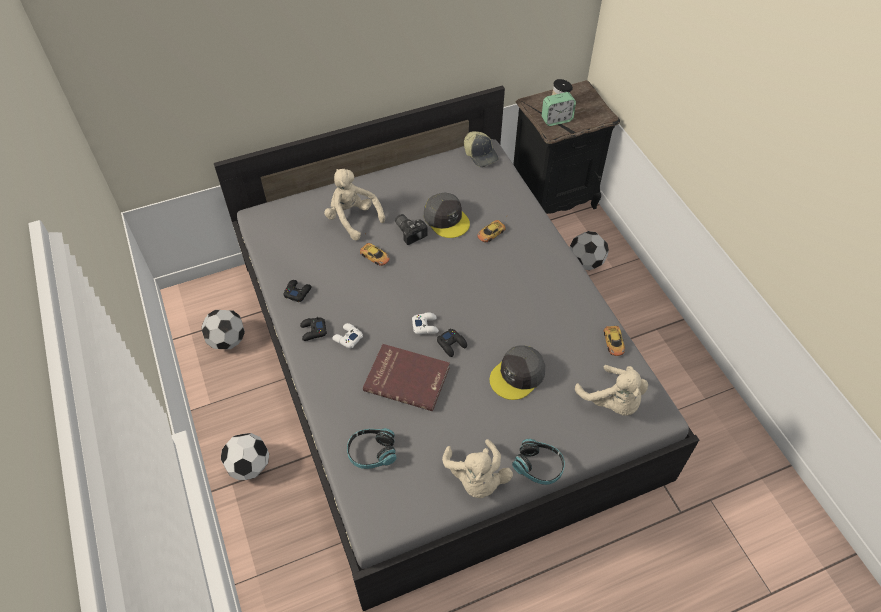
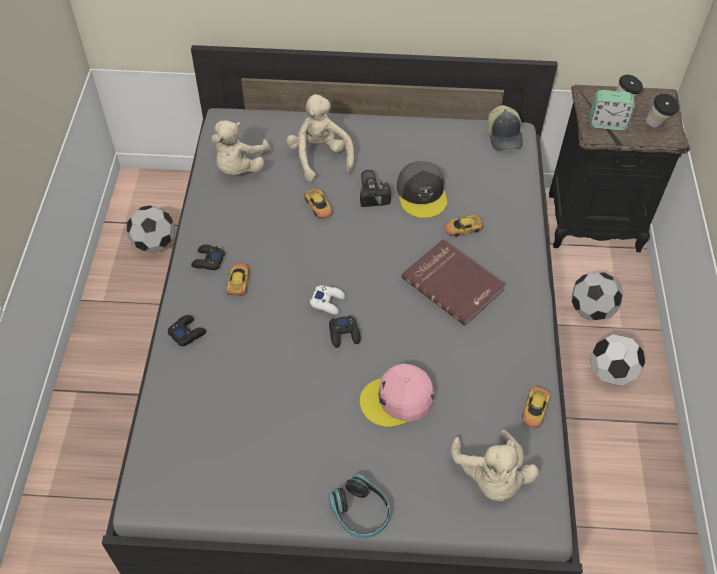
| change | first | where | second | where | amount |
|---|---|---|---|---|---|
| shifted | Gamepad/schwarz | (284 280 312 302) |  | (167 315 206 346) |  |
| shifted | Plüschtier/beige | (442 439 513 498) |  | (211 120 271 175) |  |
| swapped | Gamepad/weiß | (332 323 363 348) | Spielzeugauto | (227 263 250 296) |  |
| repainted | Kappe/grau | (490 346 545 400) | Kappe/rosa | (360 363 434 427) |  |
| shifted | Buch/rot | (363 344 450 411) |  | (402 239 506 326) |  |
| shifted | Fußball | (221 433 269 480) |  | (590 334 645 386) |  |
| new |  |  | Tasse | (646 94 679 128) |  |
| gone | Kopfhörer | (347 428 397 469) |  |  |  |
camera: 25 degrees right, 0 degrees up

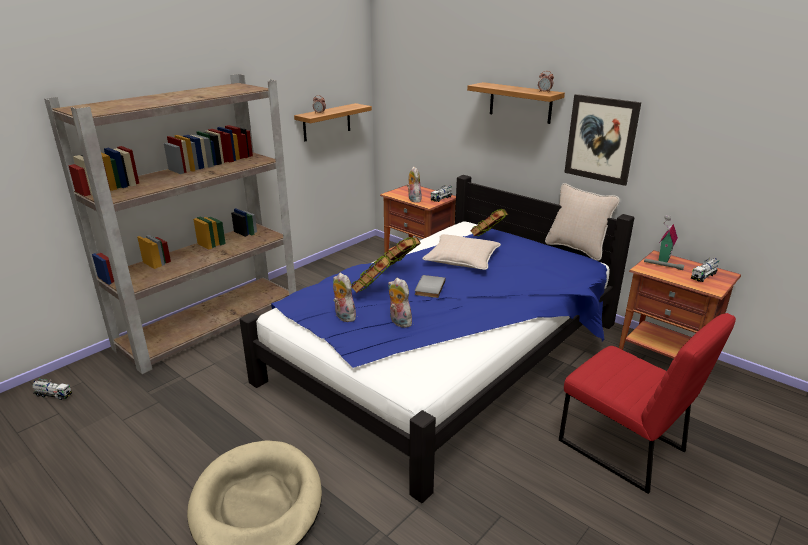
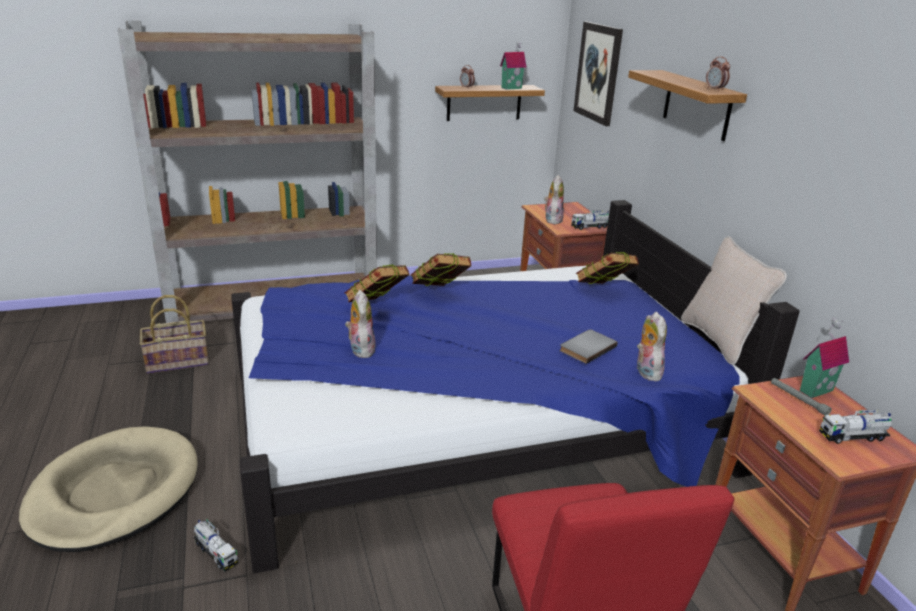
| change | first | where | second | where | amount |
|---|---|---|---|---|---|
| new |  |  | Korb | (140 295 209 374) |  |
| shifted | Spielzeuglaster | (33 378 72 400) |  | (194 519 238 571) |  |
| new |  |  | Spielzeughaus | (500 41 527 90) |  |
| shifted | Buch/grau | (415 275 446 298) |  | (560 330 617 364) |  |
| shifted | Bild | (564 94 641 186) |  | (573 22 623 126) |  |
| shifted | Plüschtier | (333 273 356 322) |  | (637 312 667 381) |  |
| gone | Kissen/beige | (422 234 501 270) |  |  |  |
camera: 30 degrees right, 0 degrees up

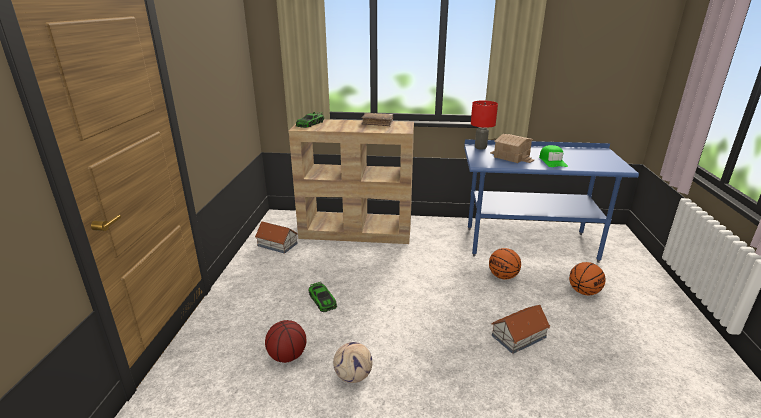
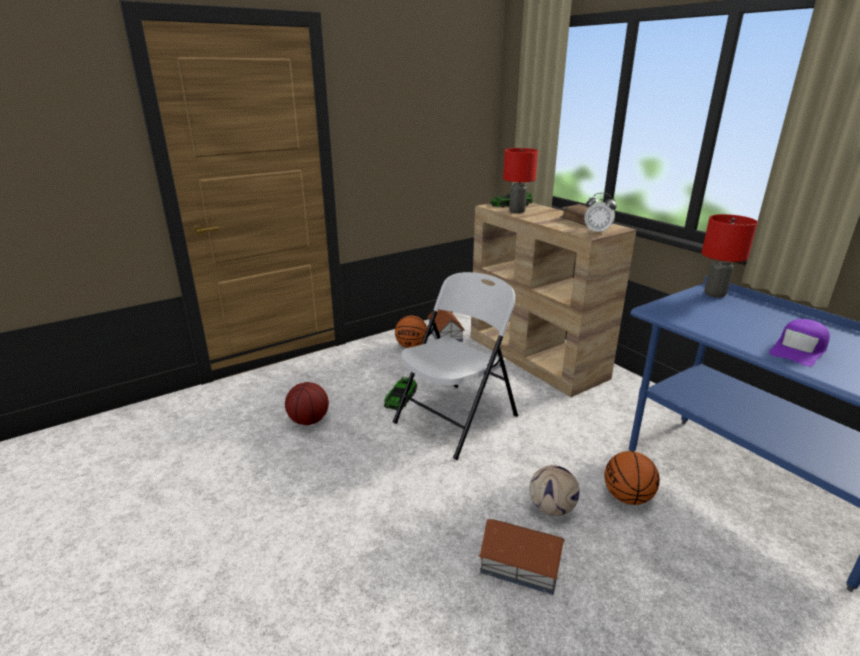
| change | first | where | second | where | amount |
|---|---|---|---|---|---|
| new |  |  | Stuhl/weiß | (393 272 518 460) |  |
| shifted | Basketball | (569 262 606 295) |  | (395 316 427 348) |  |
| new |  |  | Tischlampe/rot | (503 148 538 213) |  |
| shifted | Fußball | (333 342 372 383) |  | (529 465 580 516) |  |
| new |  |  | Wecker | (585 193 617 234) |  |
| repainted | Kappe/grün | (539 145 568 167) | Kappe/lila | (769 319 830 366) |  |
| gone | Spielzeughaus | (490 134 534 163) |  |  |  |
camera: 50 degrees right, 0 degrees up

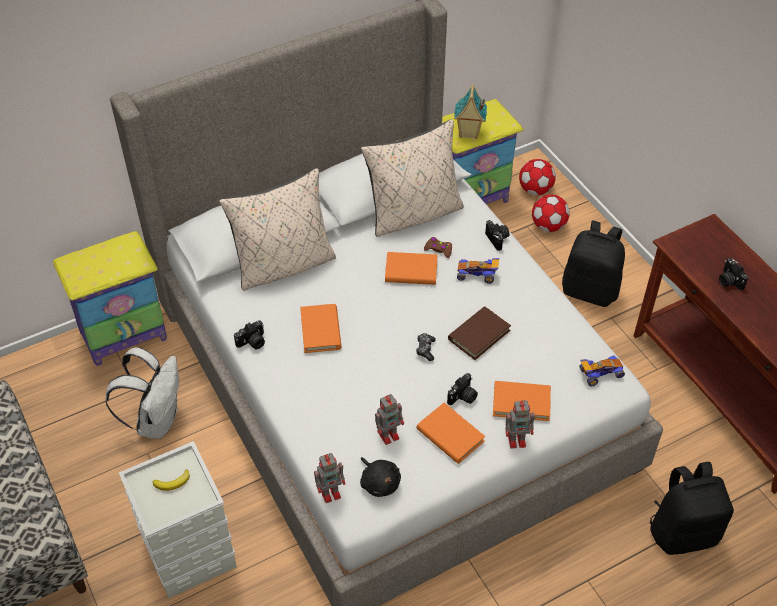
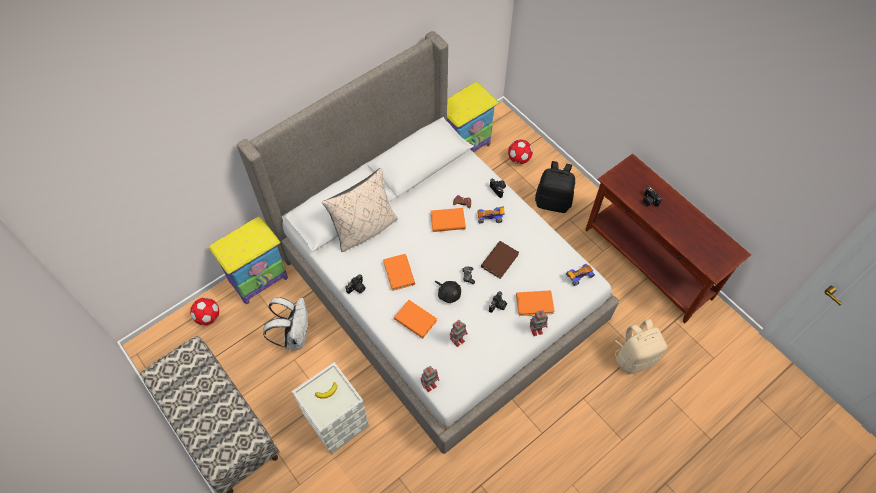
| change | first | where | second | where | amount |
|---|---|---|---|---|---|
| shifted | Fußball | (519 159 556 195) |  | (190 298 219 325) |  |
| shifted | Buch/orange | (417 403 485 464) |  | (394 300 437 338) |  |
| shifted | Plüschtier/schwarz | (360 457 401 497) |  | (435 281 461 303) |  |
| repainted | Rucksack/schwarz | (650 462 734 555) | Rucksack/beige | (615 319 667 374) |  |
| gone | Kissen/beige | (361 119 464 237) |  |  |  |
| gone | Spielzeughaus | (454 84 487 139) |  |  |  |
camera: 10 degrees left, 10 degrees up

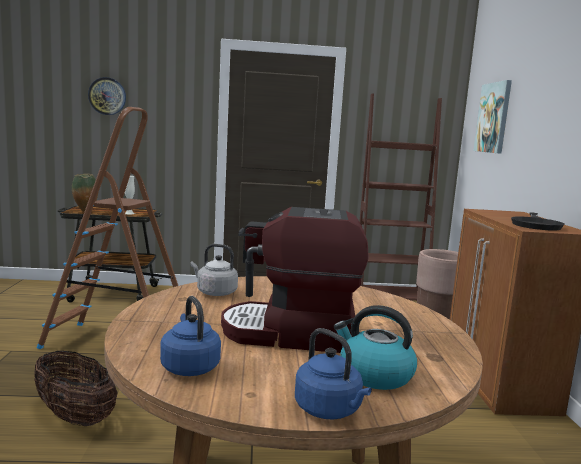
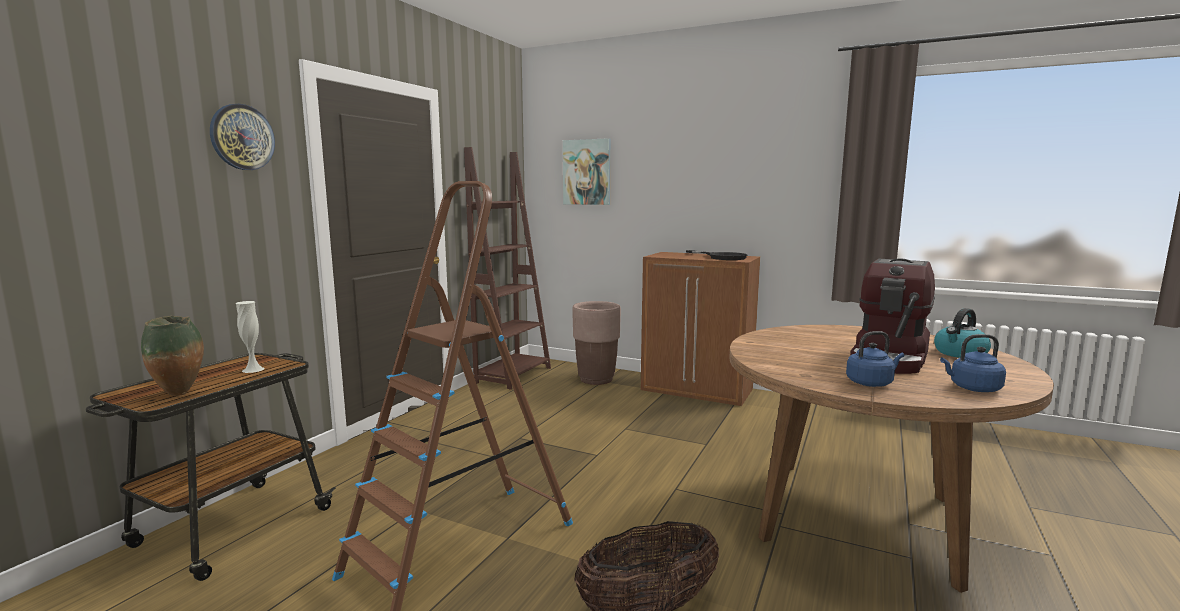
| change | first | where | second | where | amount |
|---|---|---|---|---|---|
| shifted | Wanduhr | (88 77 126 115) |  | (210 104 275 170) |  |
| shifted | Wasserkessel/blau | (295 328 372 420) |  | (846 331 904 387) |  |
| gone | Wasserkessel/grau | (190 244 238 296) |  |  |  |
camera: 60 degrees left, 0 degrees up

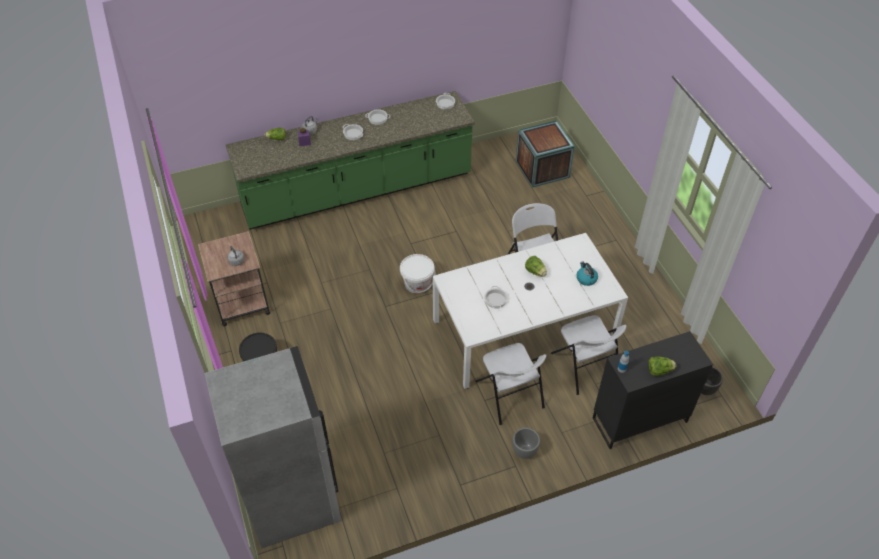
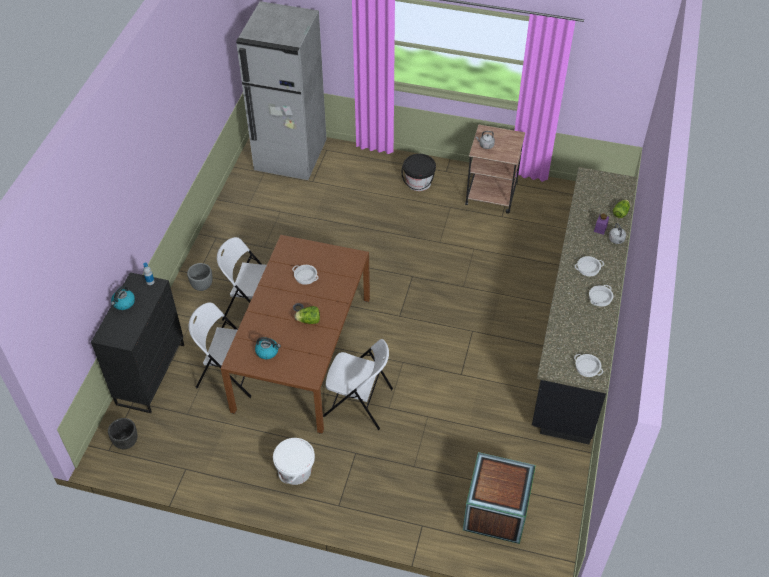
| change | first | where | second | where | amount |
|---|---|---|---|---|---|
| swapped | Salatkopf | (648 357 676 376) | Wasserkessel | (111 285 135 310) |  |
| repainted | Esstisch/weiß | (433 233 628 389) | Esstisch/braun | (221 235 370 434) |  |
| shifted | Eimer/weiß | (400 254 435 294) |  | (273 438 315 485) |  |
| repainted | Küchenzeile/grün | (226 91 474 230) | Küchenzeile/schwarz | (532 167 637 444) |  |
camera: 125 degrees right, 0 degrees up

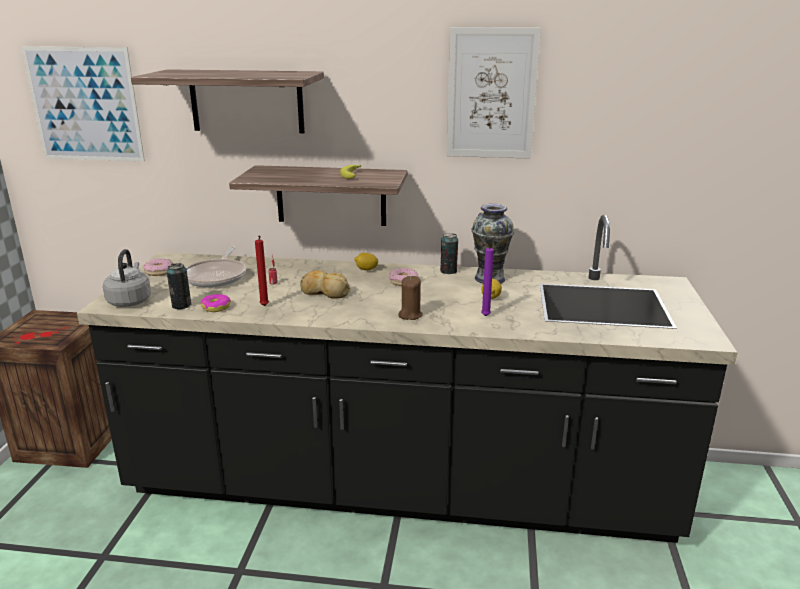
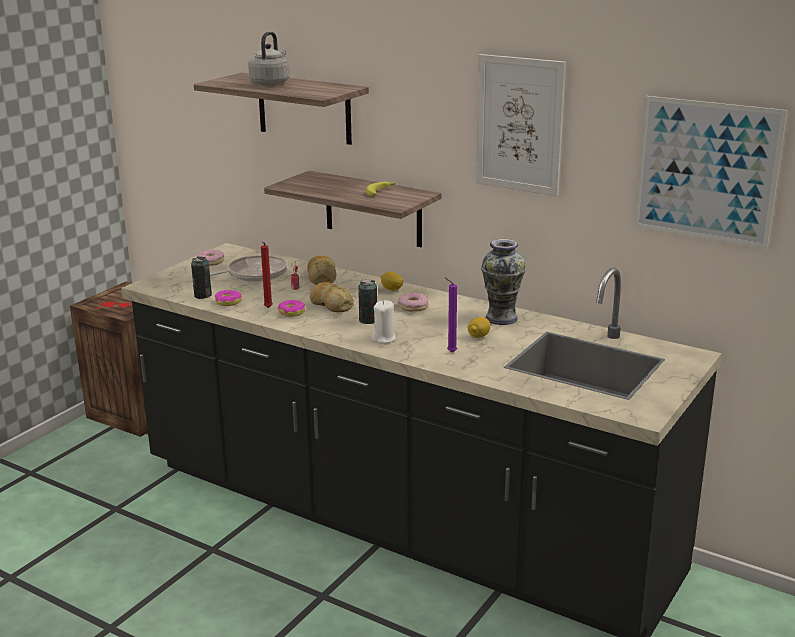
| change | first | where | second | where | amount |
|---|---|---|---|---|---|
| rotated | Pfanne | (186 247 246 288) |  | (210 255 288 282) | 150 degrees counterclockwise |
| shifted | Wasserkessel/grau | (103 249 151 307) |  | (248 32 290 85) |  |
| new |  |  | Donut | (278 300 305 317) |  |
| new |  |  | Brot | (307 256 337 285) |  |
| shifted | Dose | (440 233 458 274) |  | (358 279 377 324) |  |
| repainted | Kerze/braun | (398 276 423 320) | Kerze/weiß | (371 300 396 344) |  |
| shifted | Bild | (21 47 145 161) |  | (634 96 787 249) |  |
camera: 25 degrees right, 0 degrees up

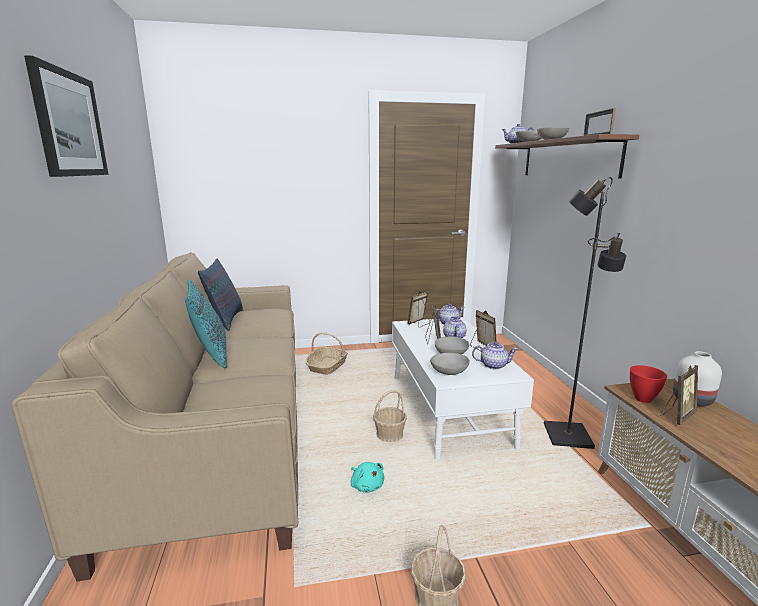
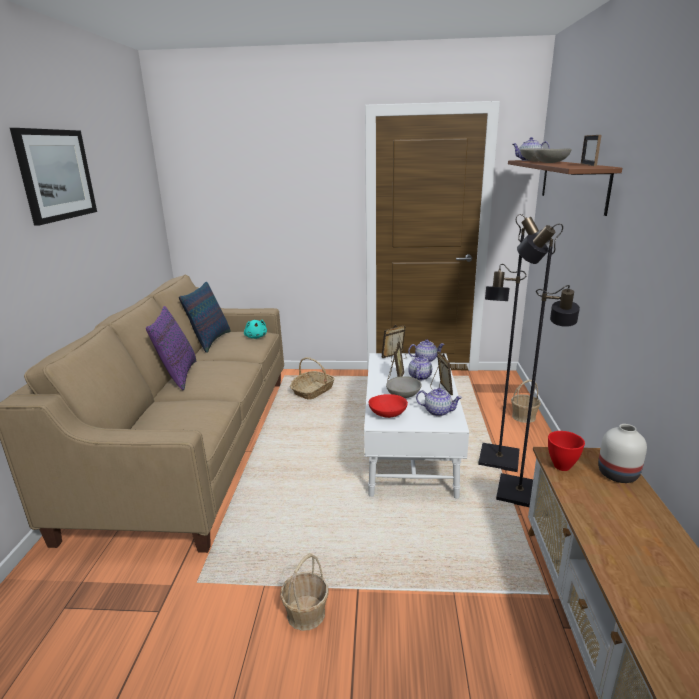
| change | first | where | second | where | amount |
|---|---|---|---|---|---|
| repainted | Kissen/türkis | (185 279 227 368) | Kissen/lila | (146 306 196 390) |  |
| shifted | Plüschtier/türkis | (351 462 385 493) |  | (244 320 267 339) |  |
| repainted | Schüssel/grau | (430 353 470 375) | Schüssel/rot | (369 394 408 418) |  |
| new |  |  | Stehlampe/schwarz | (478 214 550 472) |  |
| shifted | Korb | (373 390 407 442) |  | (511 380 541 423) |  |
| gone | Bilderrahmen | (660 365 698 425) |  |  |  |
camera: 15 degrees right, 5 degrees up

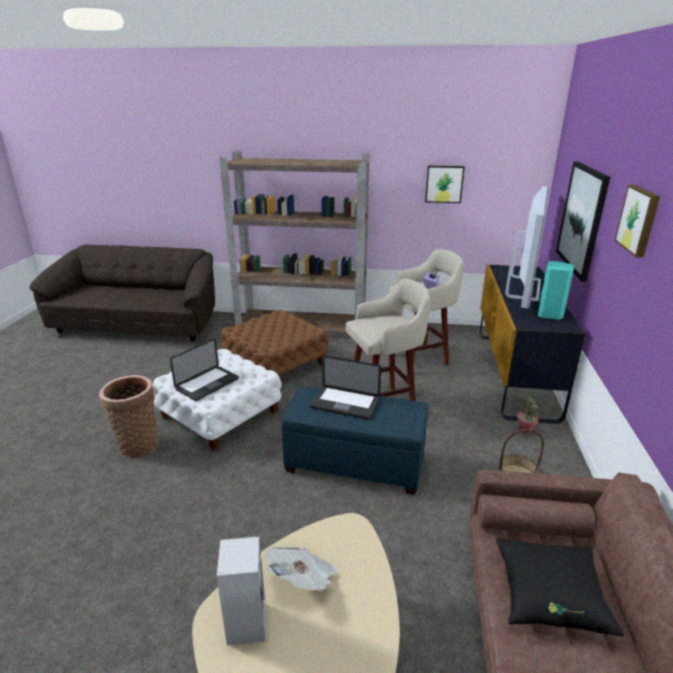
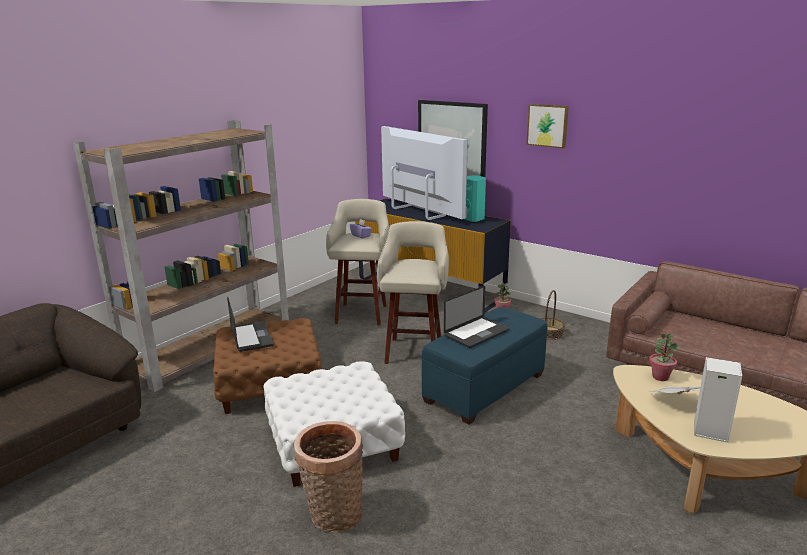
| change | first | where | second | where | amount |
|---|---|---|---|---|---|
| shifted | Laptop | (170 339 239 401) |  | (227 297 274 352) |  |
| new |  |  | Topfpflanze | (649 334 679 381) |  |
| gone | Bild | (425 166 465 203) |  |  |  |
| gone | Kissen/schwarz | (496 539 624 636) |  |  |  |
camera: 60 degrees left, 5 degrees down

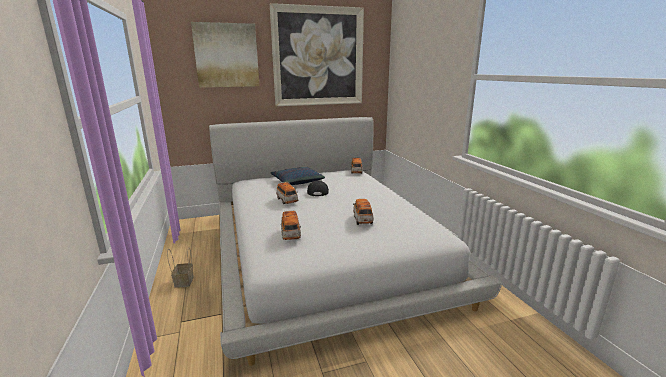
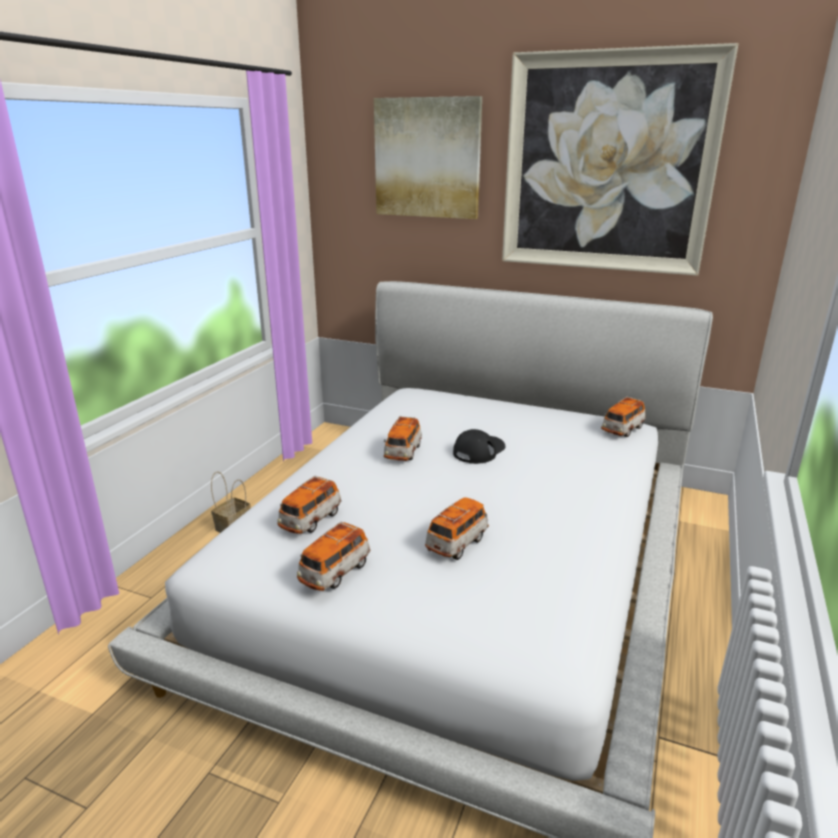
| change | first | where | second | where | amount |
|---|---|---|---|---|---|
| new |  |  | Spielzeugauto | (297 522 371 591) |  |
| gone | Kissen/blau | (270 167 325 185) |  |  |  |
camera: 40 degrees right, 5 degrees up

